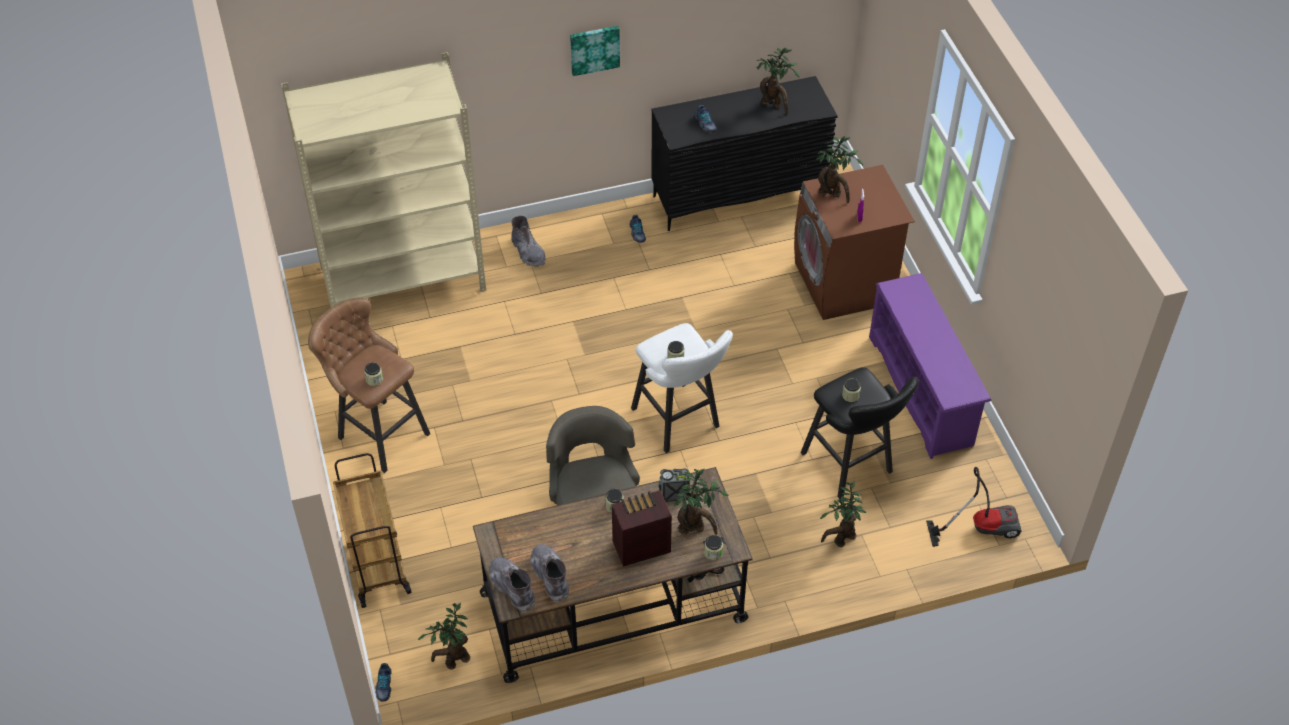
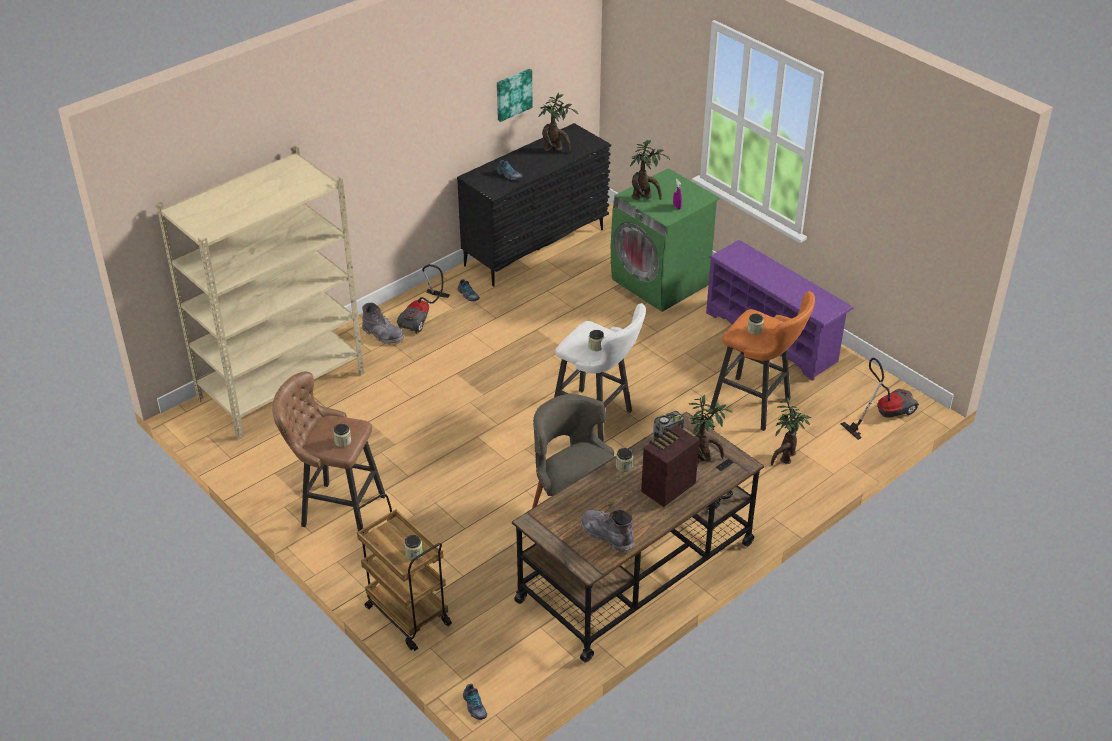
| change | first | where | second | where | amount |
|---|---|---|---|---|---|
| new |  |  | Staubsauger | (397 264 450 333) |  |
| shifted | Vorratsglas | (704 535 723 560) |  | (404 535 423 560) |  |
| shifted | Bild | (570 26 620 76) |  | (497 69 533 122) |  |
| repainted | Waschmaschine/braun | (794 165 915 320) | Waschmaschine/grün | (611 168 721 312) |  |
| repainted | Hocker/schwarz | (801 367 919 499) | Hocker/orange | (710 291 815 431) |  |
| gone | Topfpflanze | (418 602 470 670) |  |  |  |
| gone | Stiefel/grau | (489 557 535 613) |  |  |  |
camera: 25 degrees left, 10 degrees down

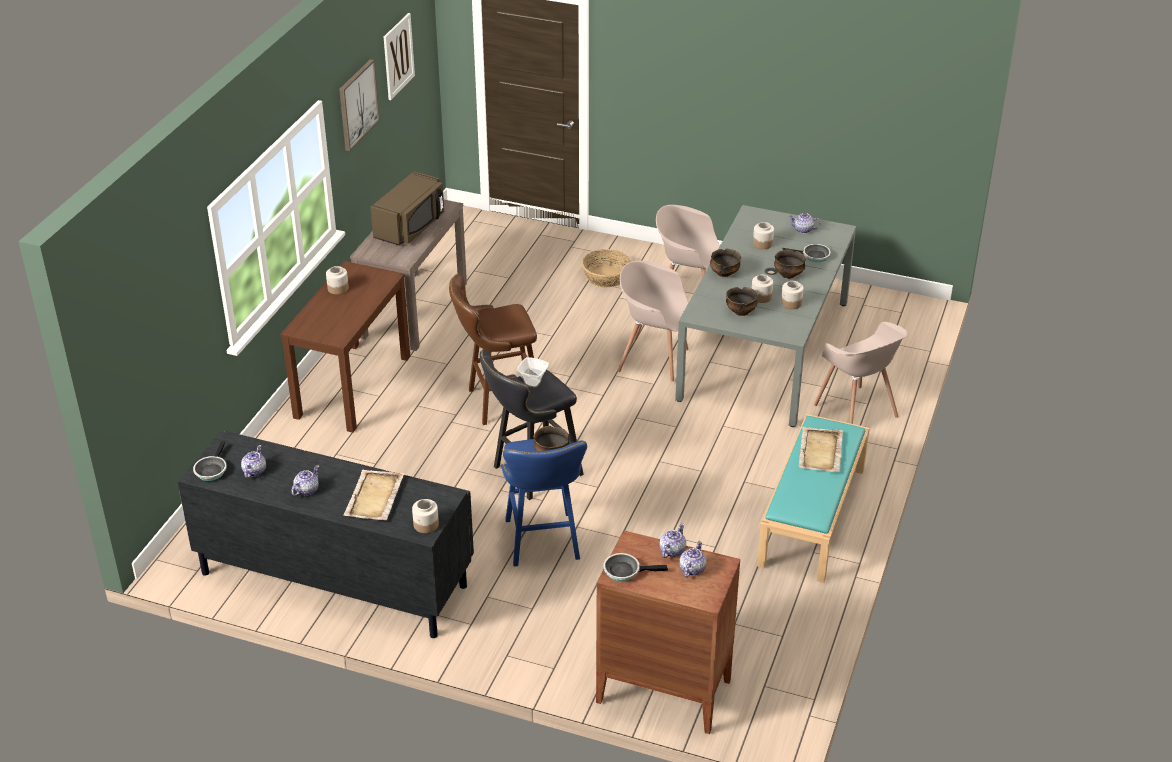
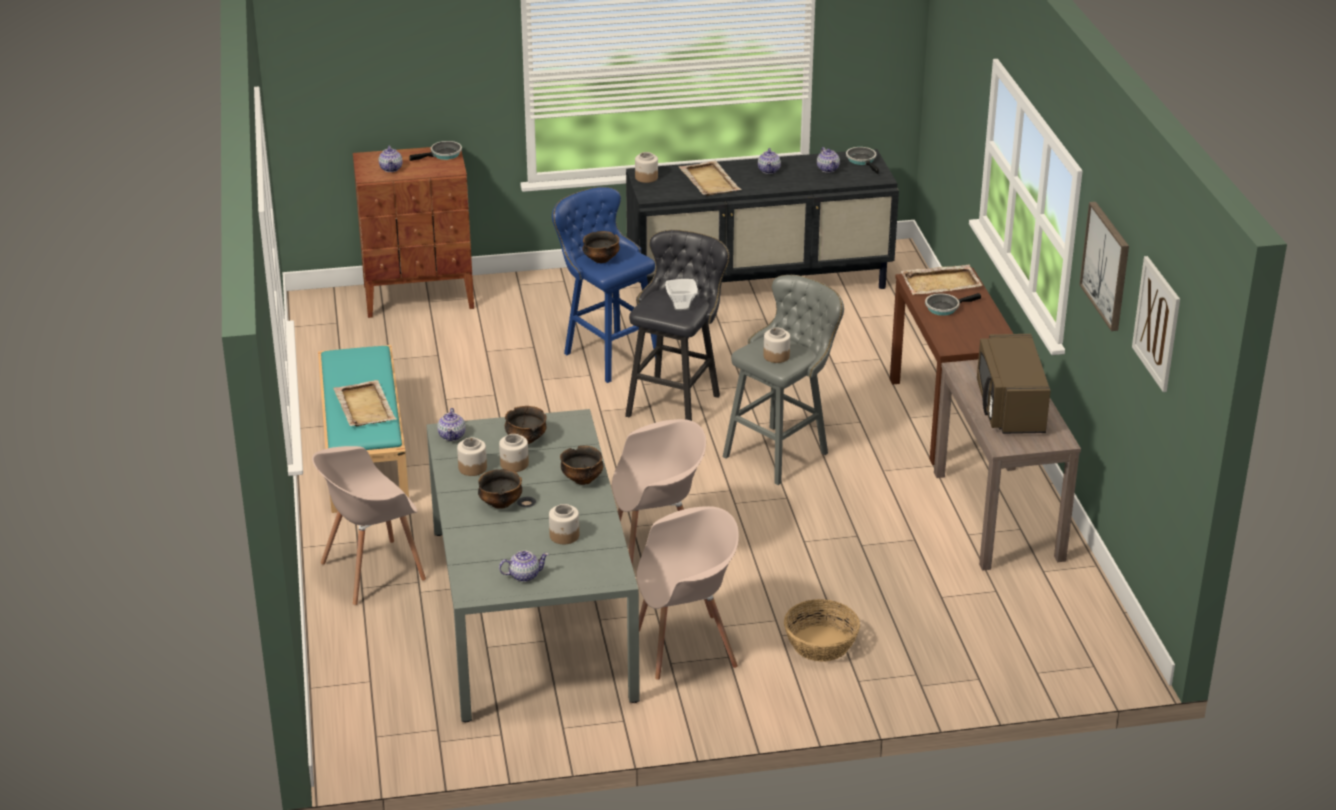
| change | first | where | second | where | amount |
|---|---|---|---|---|---|
| rotated | Stuhl/beige | (814 322 907 424) |  | (312 446 426 605) | 60 degrees counterclockwise |
| shifted | Teekanne | (660 523 686 558) |  | (437 408 466 441) |  |
| repainted | Hocker/braun | (449 274 537 425) | Hocker/grau | (723 275 844 485) |  |
| shifted | Vorratsglas | (326 266 349 295) |  | (763 328 790 363) |  |
| new |  |  | Tablett/beige | (900 265 983 295) |  |
| shifted | Pfanne | (782 244 831 263) |  | (925 293 981 316) |  |
camera: 150 degrees right, 5 degrees down

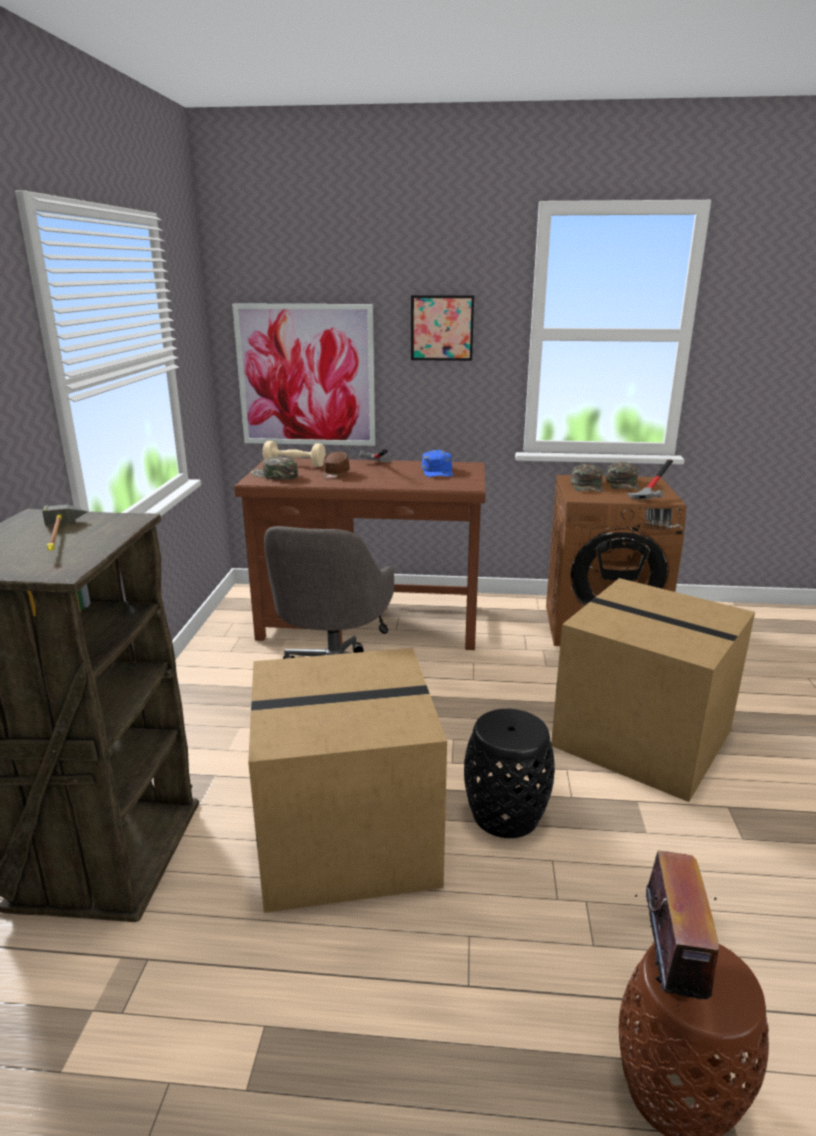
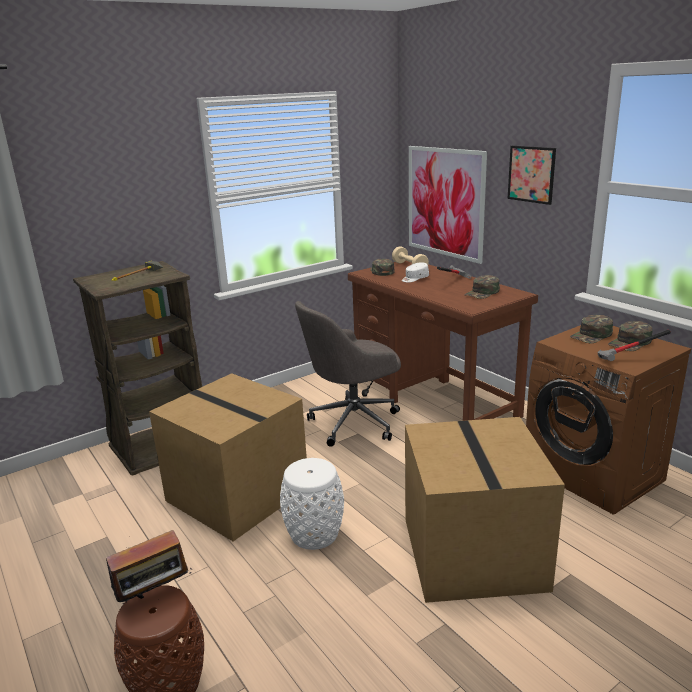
| change | first | where | second | where | amount |
|---|---|---|---|---|---|
| repainted | Hocker/schwarz | (464 709 555 838) | Hocker/weiß | (280 458 344 550) |  |
| repainted | Kappe/braun | (323 452 350 480) | Kappe/weiß | (402 262 429 282) |  |
| repainted | Kappe/blau | (422 450 453 477) | Kappe/grün | (465 275 500 299) |  |
camera: 50 degrees right, 0 degrees up

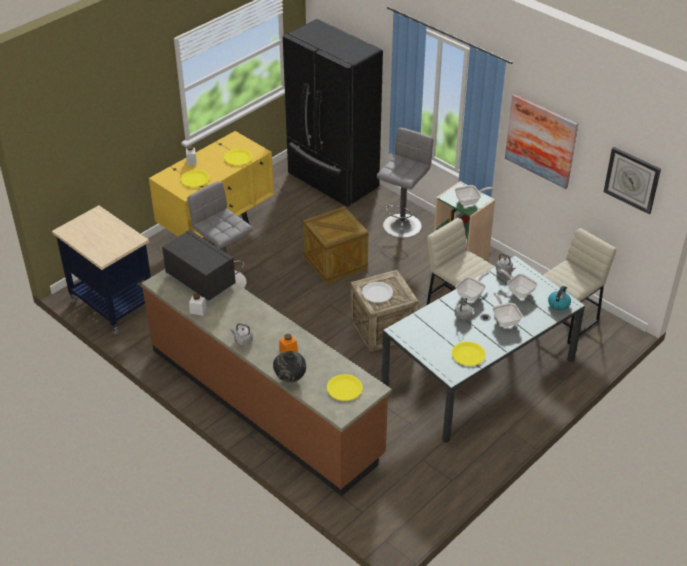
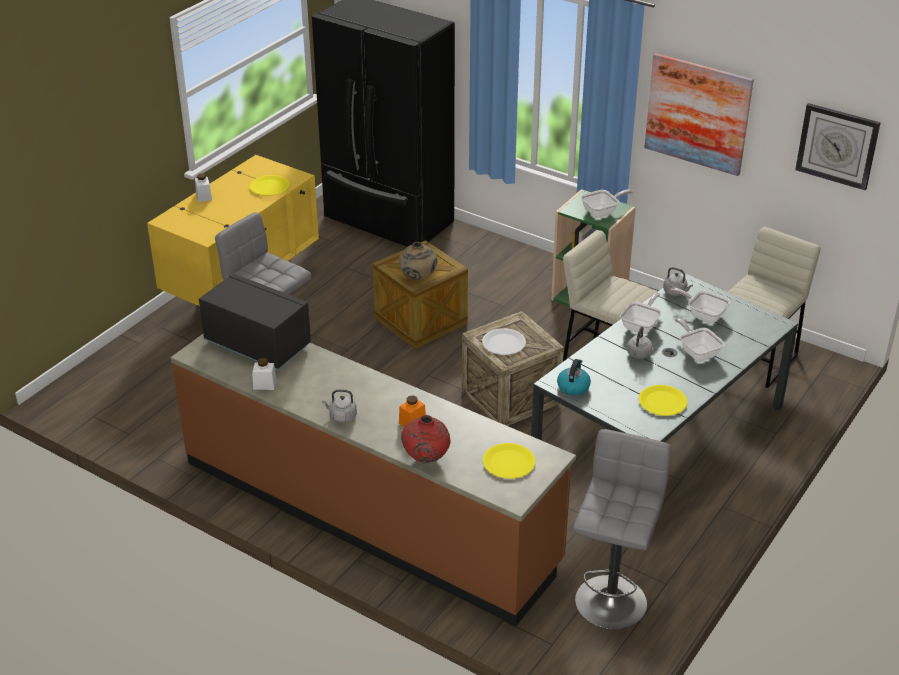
| change | first | where | second | where | amount |
|---|---|---|---|---|---|
| new |  |  | Vase/beige | (399 242 438 280) |  |
| repainted | Vase/schwarz | (273 351 306 383) | Vase/rot | (401 415 451 463) |  |
| shifted | Wasserkessel | (548 286 571 310) |  | (557 359 591 395) |  |
| shifted | Hocker/grau | (377 128 434 238) |  | (573 429 671 629) |  |
| gone | Rollwagen/blau | (52 205 151 335) |  |  |  |
| gone | Teller/gelb | (181 170 210 187) |  |  |  |
camera: 10 degrees left, 5 degrees down

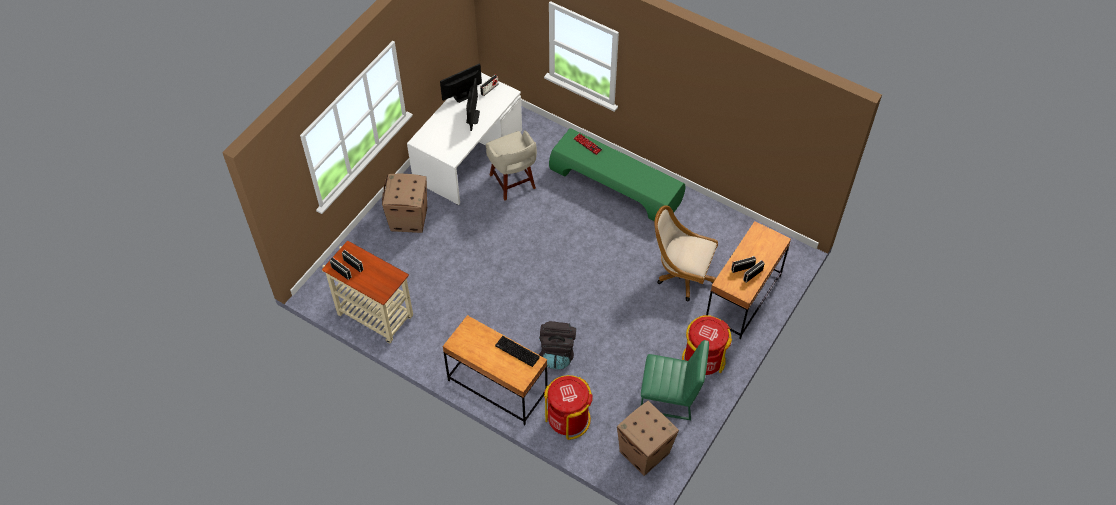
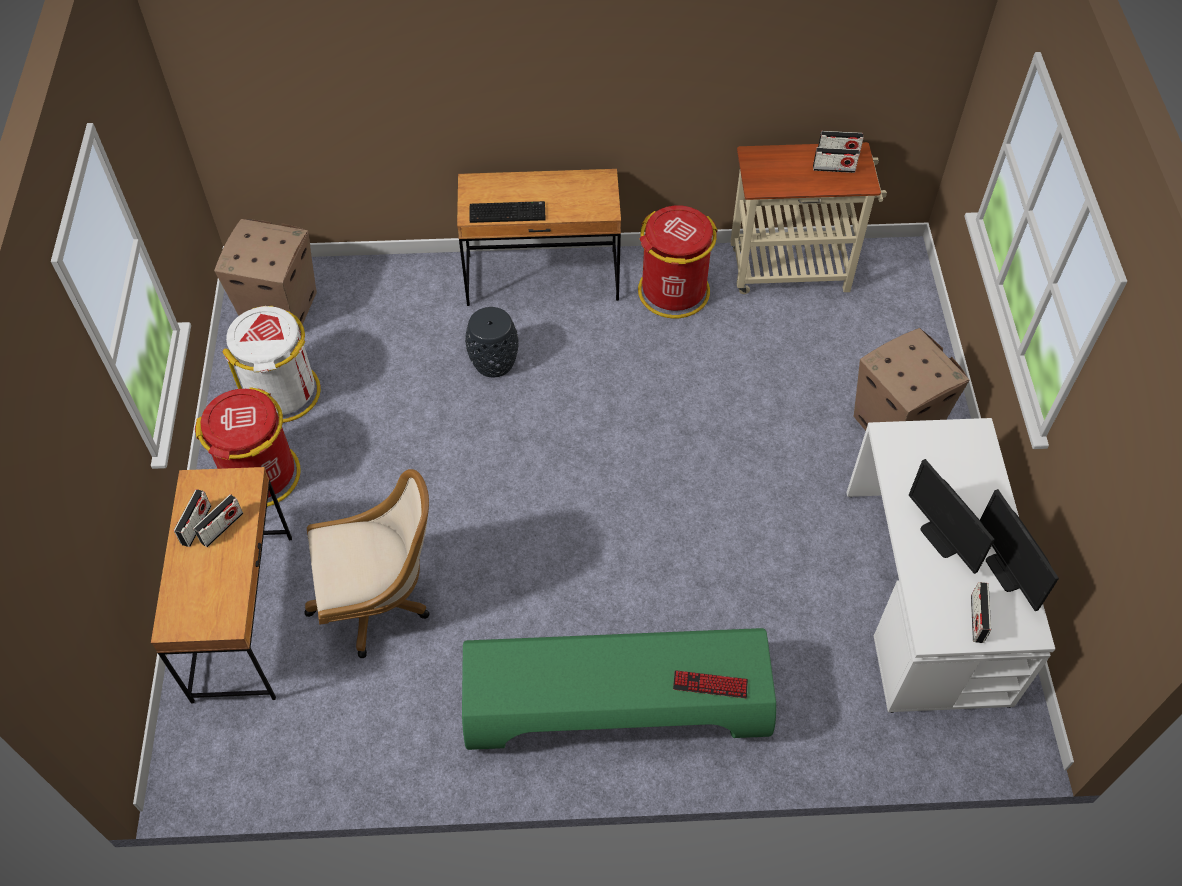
| change | first | where | second | where | amount |
|---|---|---|---|---|---|
| swapped | Stuhl/grün | (641 340 709 420) | Mülleimer/weiß | (223 306 321 423) |  |
| swapped | Rucksack/schwarz | (539 321 576 369) | Hocker/schwarz | (465 307 519 378) |  |
| shifted | Mülleimer/rot | (544 375 593 440) |  | (638 205 718 319) |  |
| rotated | Monitor | (440 63 482 103) |  | (980 489 1059 611) | 135 degrees clockwise |
| gone | Hocker/beige | (486 130 537 201) |  |  |  |
camera: 145 degrees right, 0 degrees up

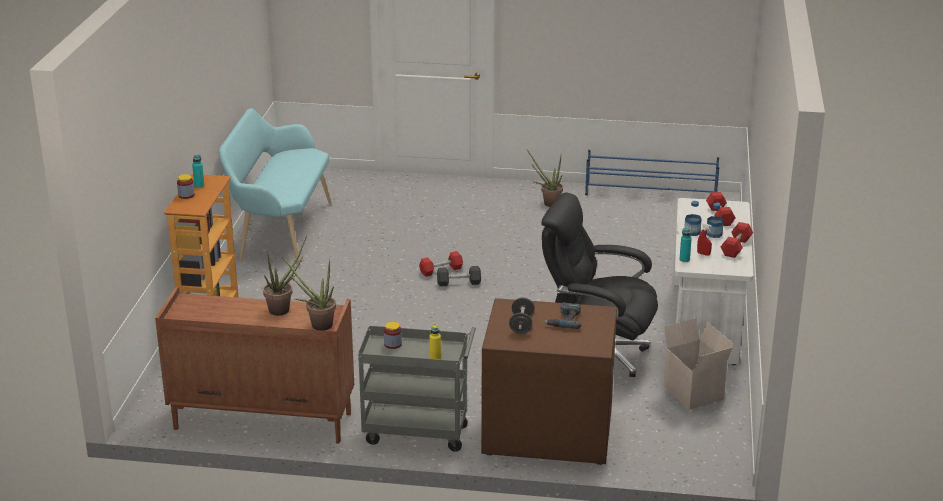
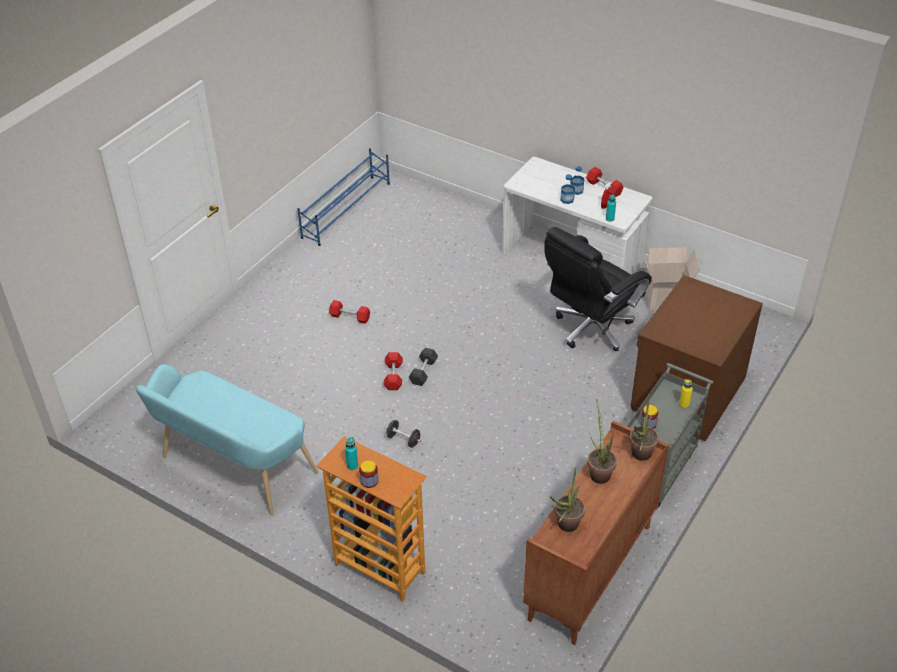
| change | first | where | second | where | amount |
|---|---|---|---|---|---|
| shifted | Hantel/rot | (706 192 736 226) |  | (329 300 370 324) |  |
| shifted | Hantel/schwarz | (509 298 535 334) |  | (386 420 421 448) |  |
| shifted | Topfpflanze | (527 150 563 207) |  | (550 466 585 532) |  |
| gone | Bohrmaschine | (544 303 581 329) |  |  |  |
camera: 65 degrees left, 15 degrees up

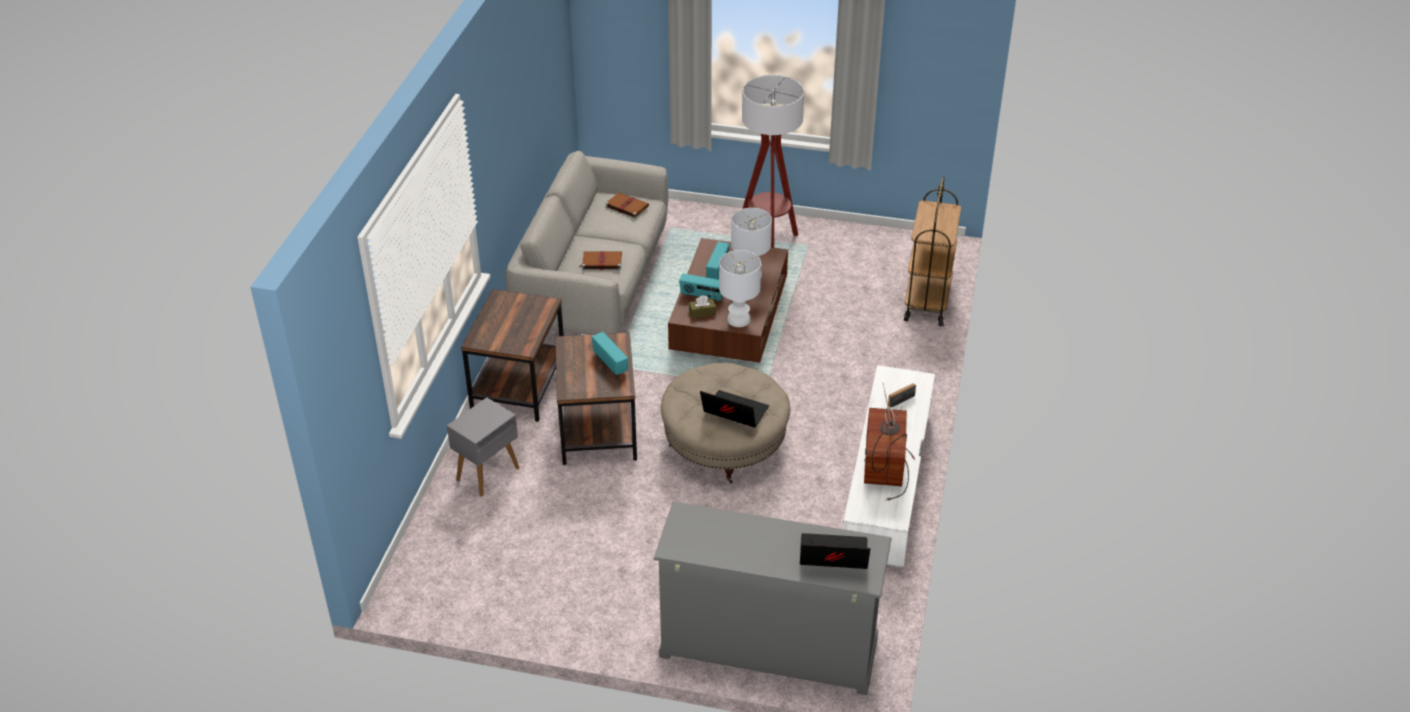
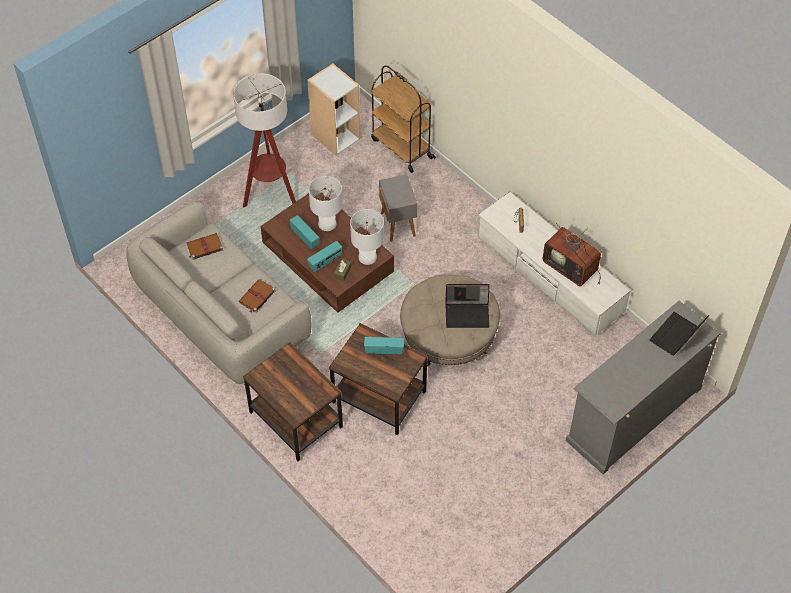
| change | first | where | second | where | amount |
|---|---|---|---|---|---|
| new |  |  | Bücherregal | (307 64 361 156) |  |
| shifted | Beistelltisch/grau | (447 397 519 497) |  | (379 174 418 242) |  |
| rotated | Laptop | (700 390 769 428) |  | (445 284 490 328) | 150 degrees counterclockwise |
camera: 55 degrees left, 15 degrees up

